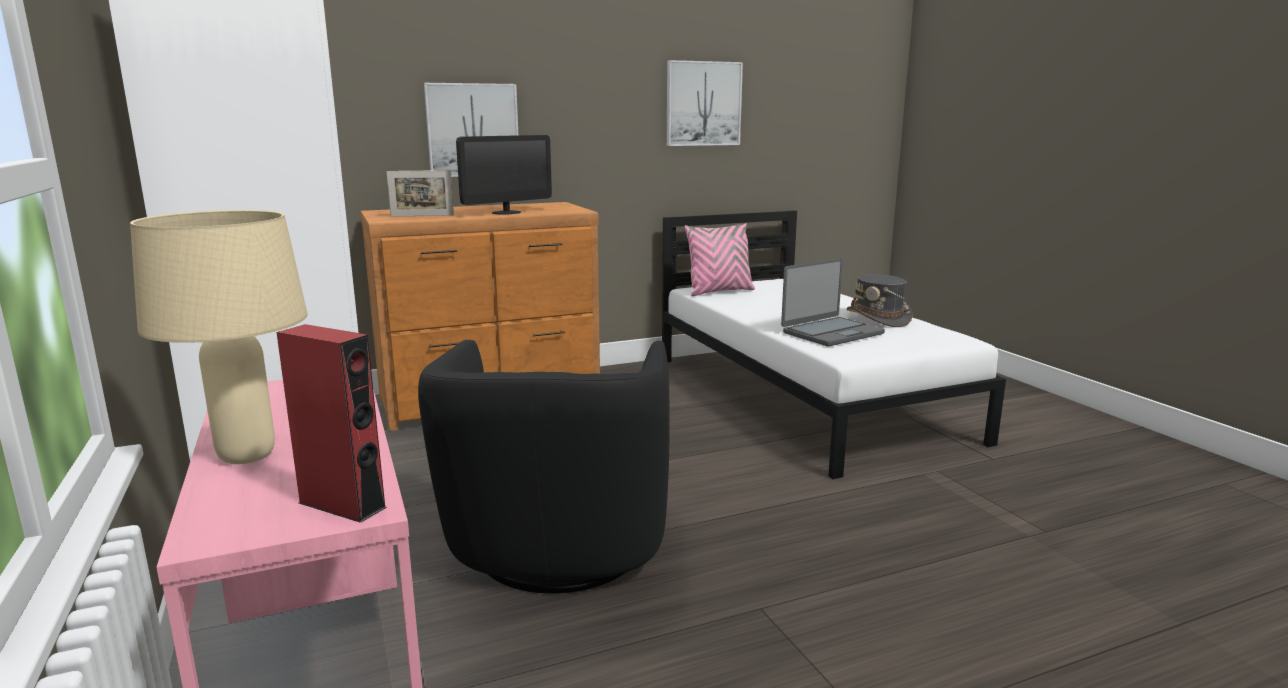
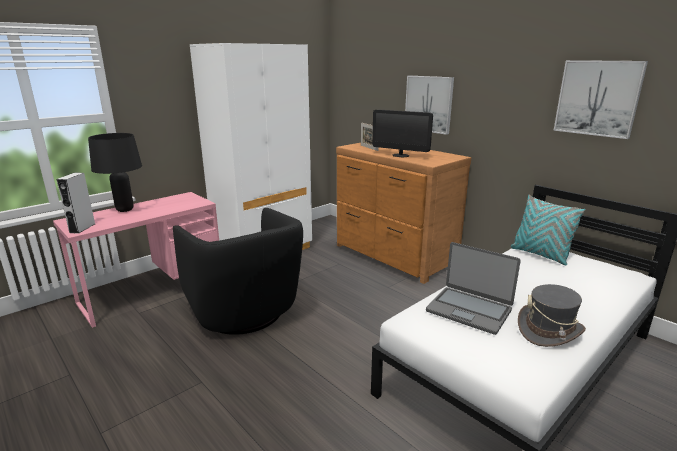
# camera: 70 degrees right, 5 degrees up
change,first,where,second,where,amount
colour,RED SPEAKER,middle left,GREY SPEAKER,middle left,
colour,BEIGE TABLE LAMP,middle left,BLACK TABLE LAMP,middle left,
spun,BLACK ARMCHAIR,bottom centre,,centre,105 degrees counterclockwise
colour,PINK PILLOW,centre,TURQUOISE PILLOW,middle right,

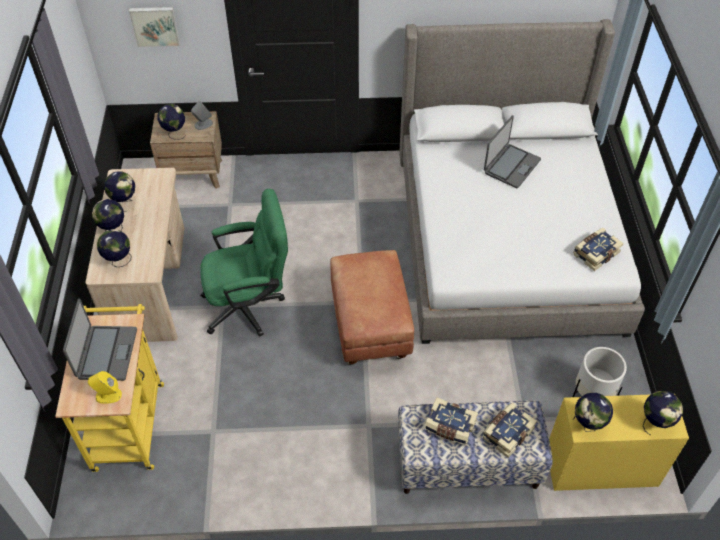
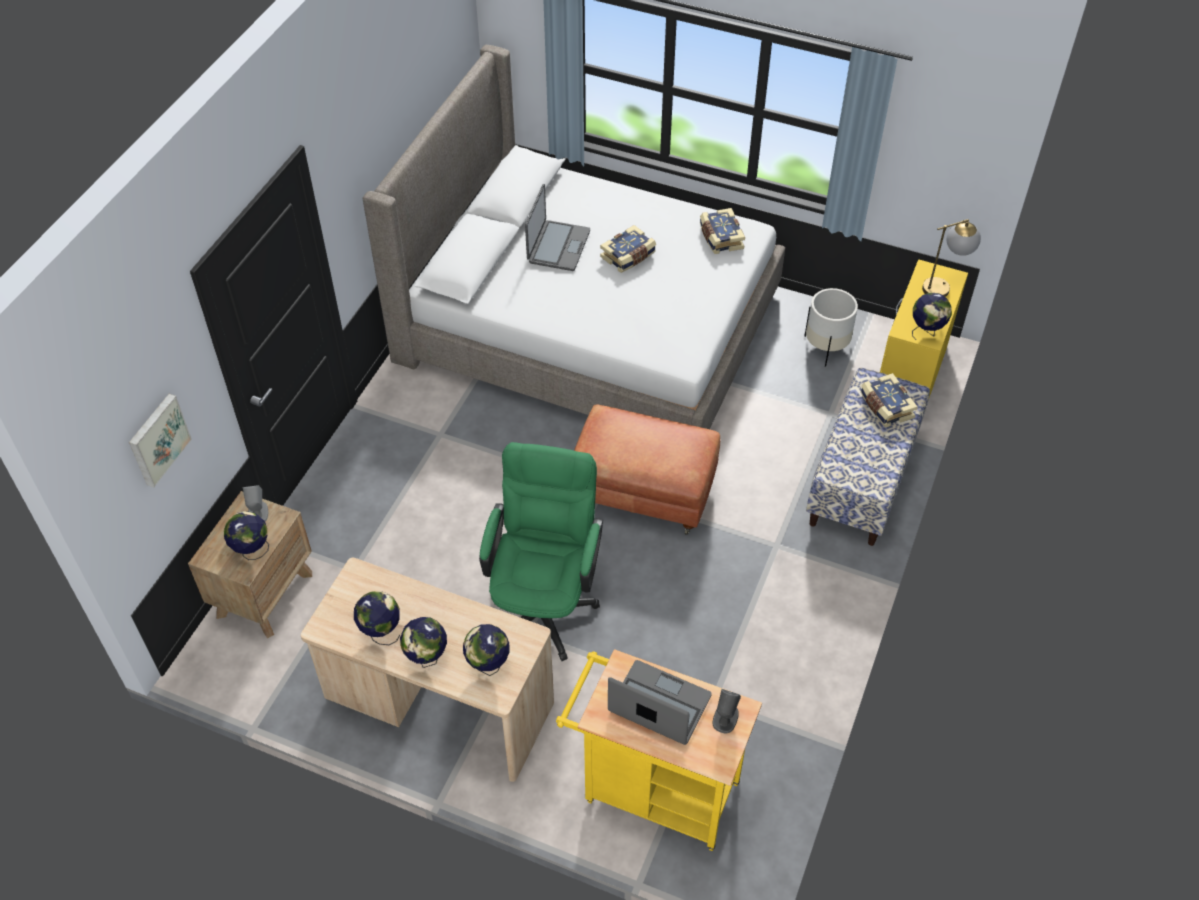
# camera: 65 degrees left, 0 degrees up
change,first,where,second,where,amount
spun,LAPTOP (no. 2 from left in the first image),top right,LAPTOP (no. 1 from left),top centre,45 degrees clockwise
relocated,BOOK (no. 1 from left),bottom centre,,top centre,
colour,YELLOW SPEAKER,bottom left,GREY SPEAKER (no. 2 from left),bottom centre,
exchanged,GLOBE (no. 6 from left),bottom right,TABLE LAMP,top right,

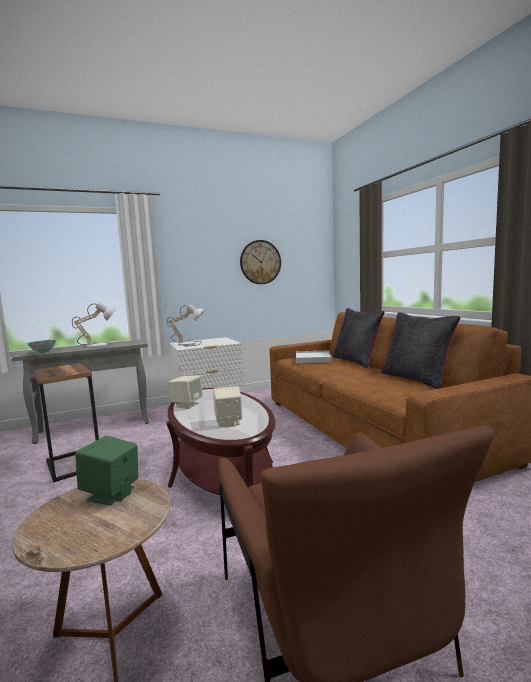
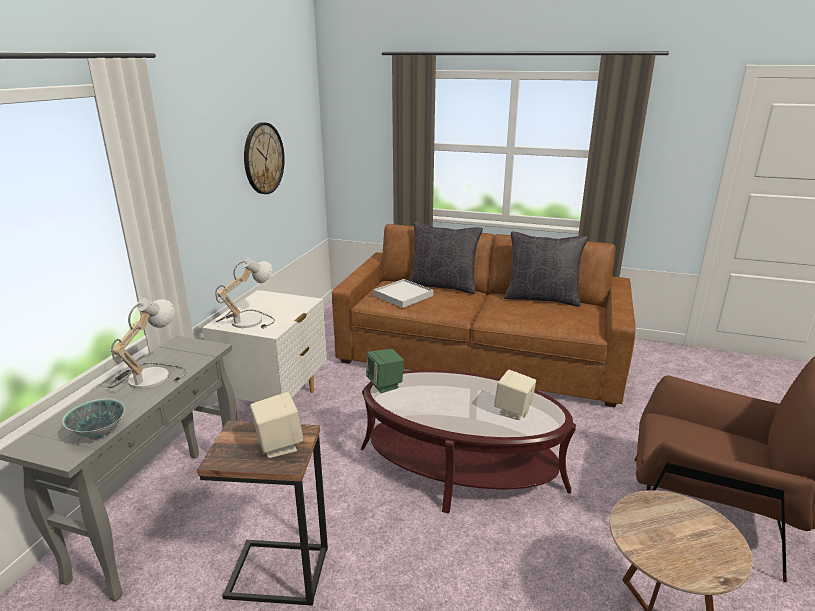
# camera: 50 degrees left, 15 degrees up
change,first,where,second,where,amount
relocated,BEIGE SPEAKER (no. 1 from left),centre,,bottom centre,
relocated,GREEN SPEAKER,bottom left,,centre,

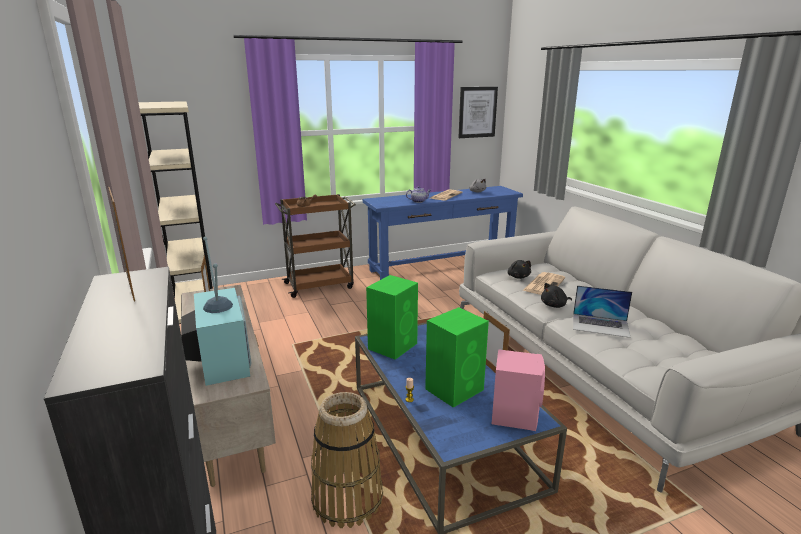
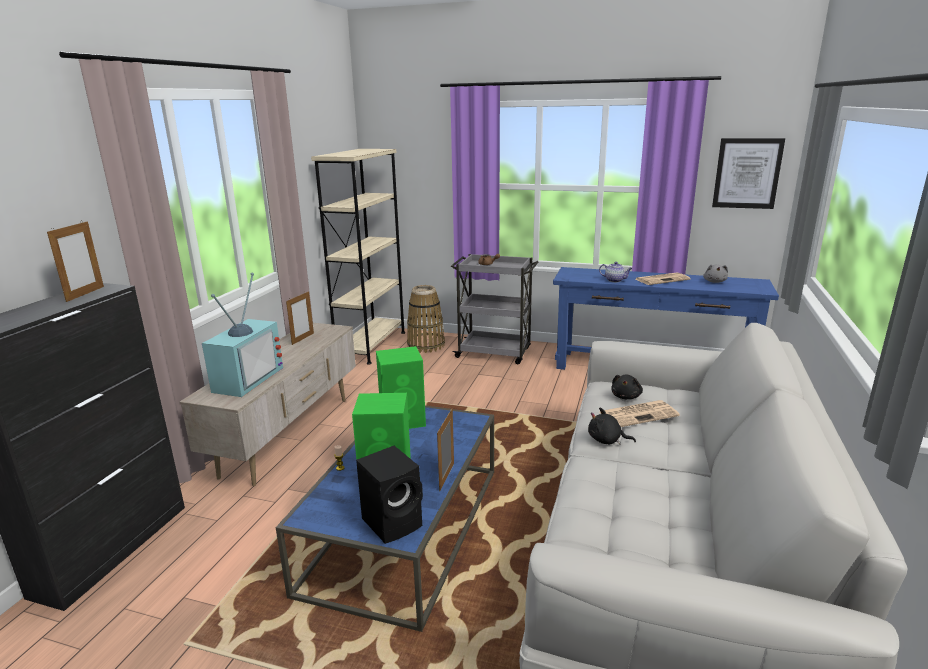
# camera: 40 degrees right, 0 degrees up
change,first,where,second,where,amount
colour,PINK SPEAKER,bottom centre,BLACK SPEAKER,bottom centre,
relocated,BASKET,bottom centre,,centre,
colour,BROWN CART,centre,GREY CART,centre,
missing,LAPTOP,middle right,,,

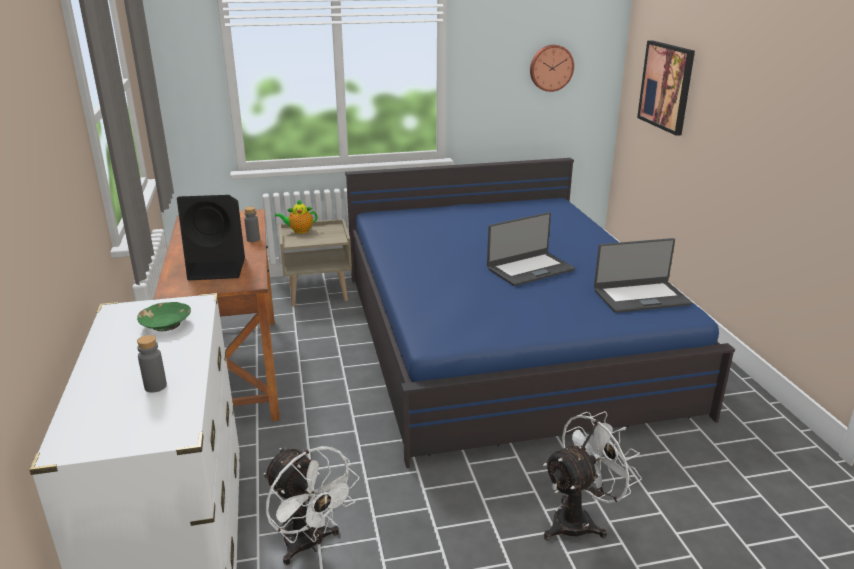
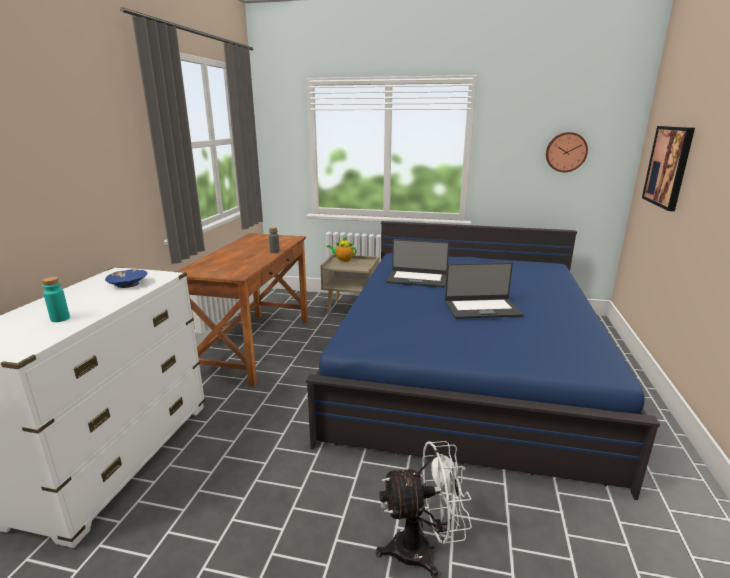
# camera: 25 degrees right, 5 degrees down
change,first,where,second,where,amount
colour,GREY BOTTLE (no. 1 from left),middle left,TURQUOISE BOTTLE,middle left,
colour,GREEN BOWL,middle left,BLUE BOWL,middle left,
relocated,LAPTOP (no. 2 from left in the first image),middle right,LAPTOP (no. 1 from left),centre,
missing,BLACK SPEAKER,middle left,,,
missing,WHITE FAN (no. 1 from left),bottom centre,,,

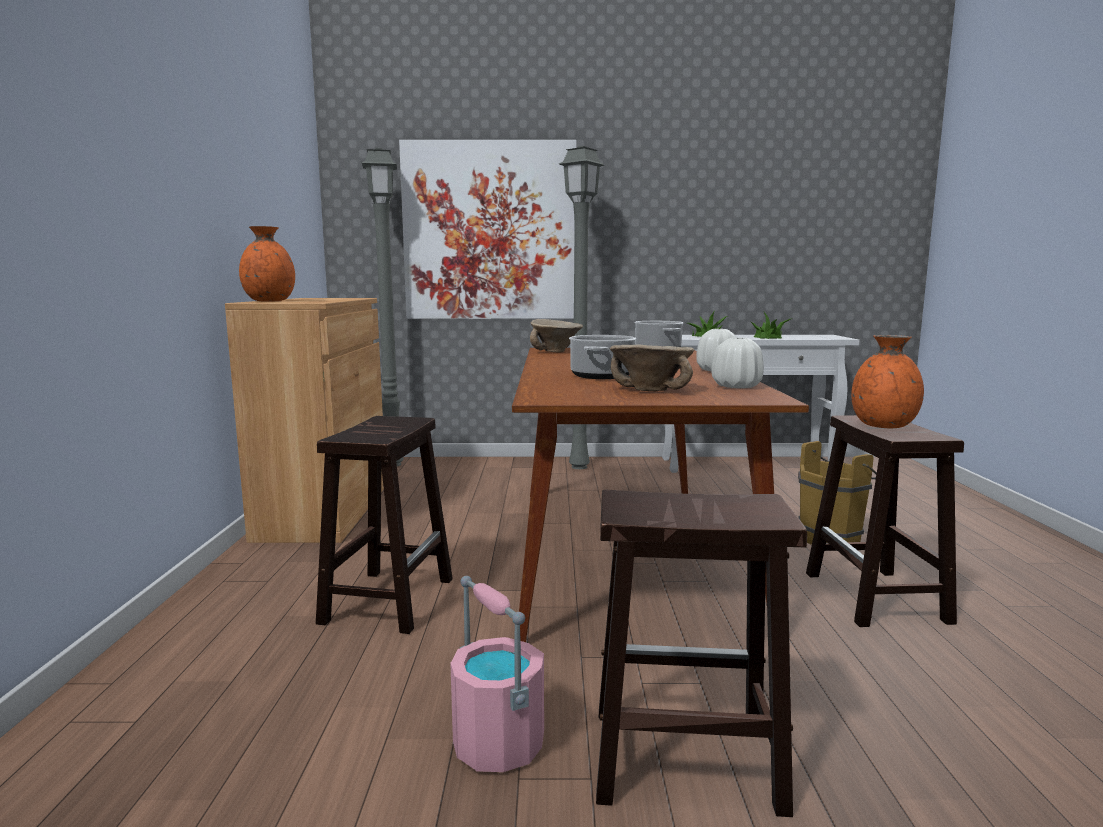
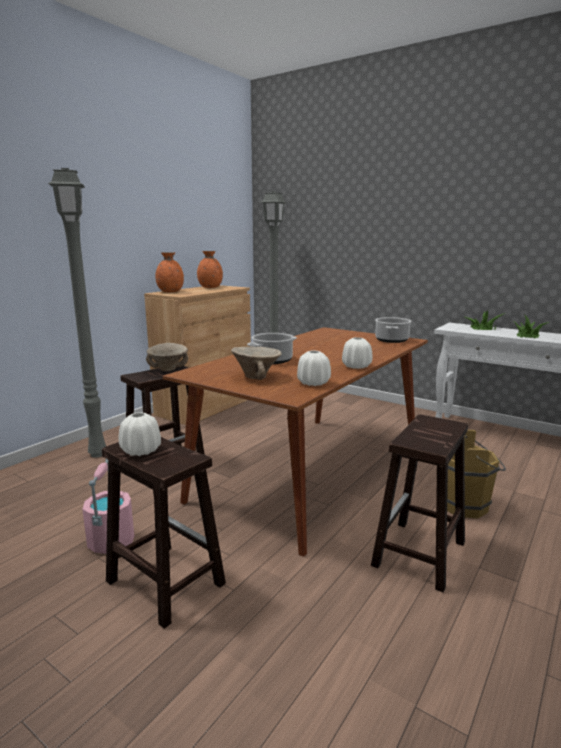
# camera: 35 degrees right, 5 degrees up
change,first,where,second,where,amount
relocated,GREY FLOOR LAMP (no. 2 from left in the first image),centre,GREY FLOOR LAMP (no. 1 from left),middle left,
appeared,,,WHITE VASE (no. 1 from left),middle left,
relocated,BEIGE BOWL (no. 1 from left),centre,,middle left,
relocated,ORANGE VASE (no. 2 from left),middle right,,centre,
missing,PICTURE,top centre,,,

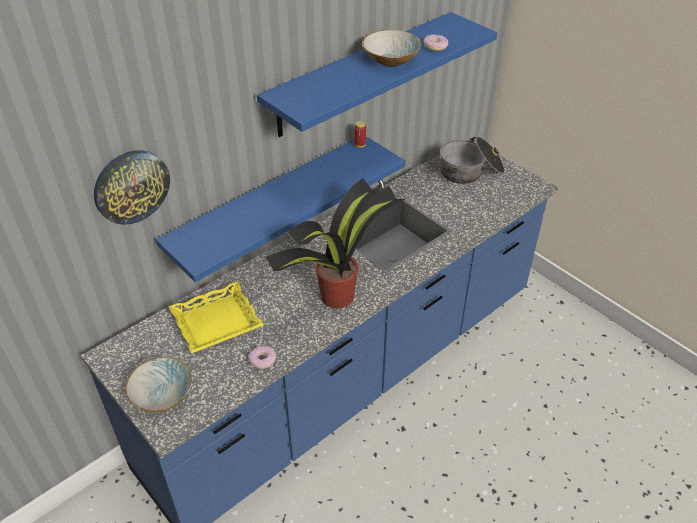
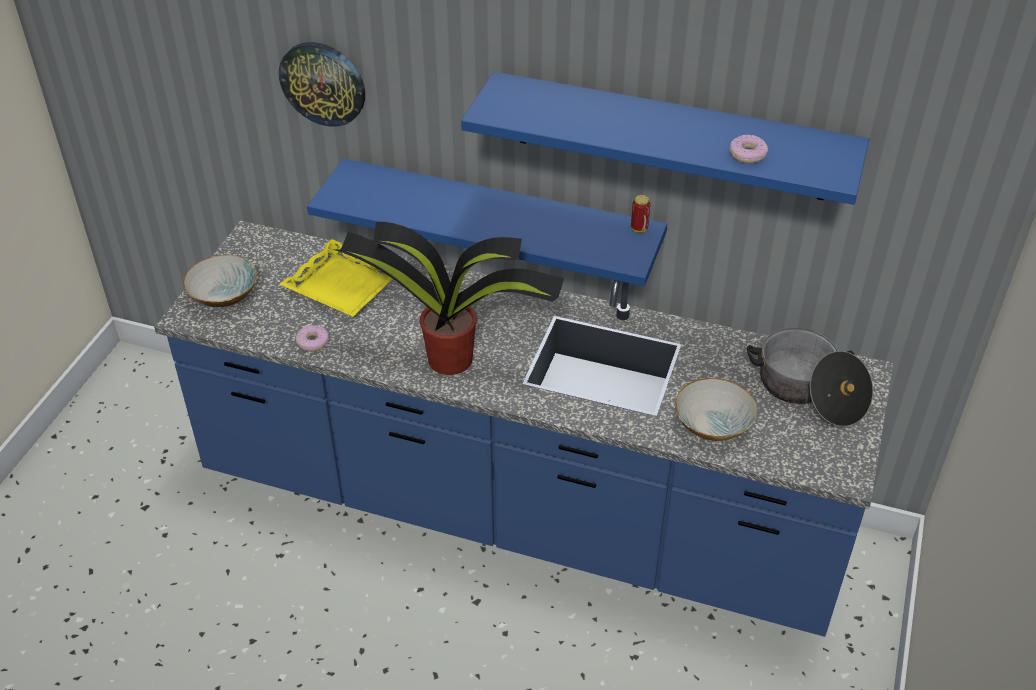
# camera: 60 degrees right, 0 degrees up
change,first,where,second,where,amount
relocated,BOWL (no. 2 from left),top centre,,middle right,

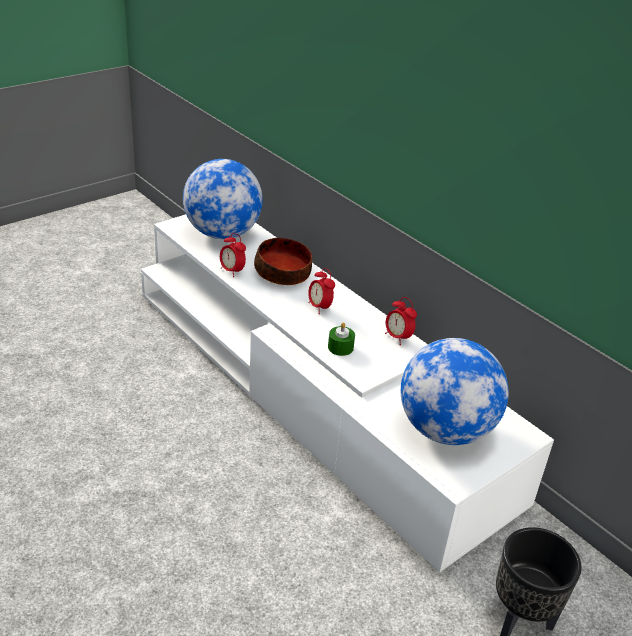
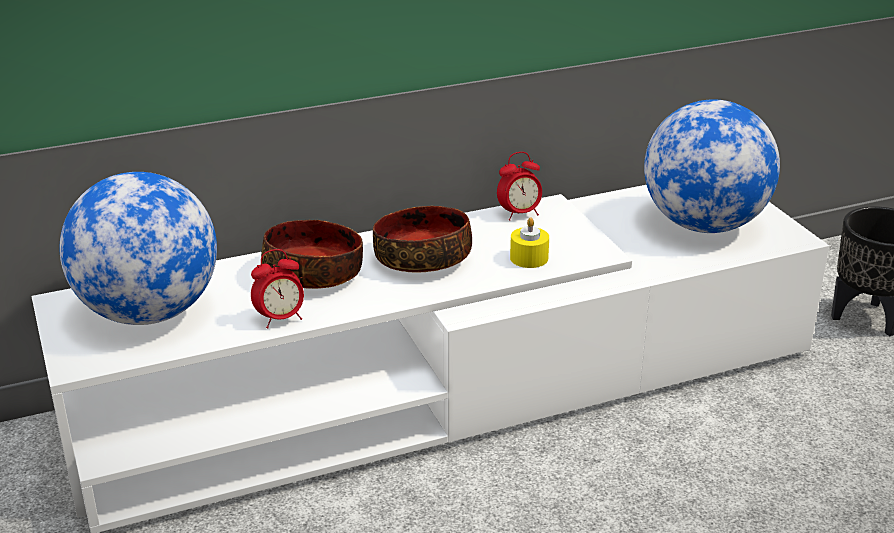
# camera: 70 degrees left, 5 degrees down
change,first,where,second,where,amount
exchanged,ALARM CLOCK (no. 2 from left),centre,BOWL (no. 2 from left),centre,
colour,GREEN CANDLE,centre,YELLOW CANDLE,centre,

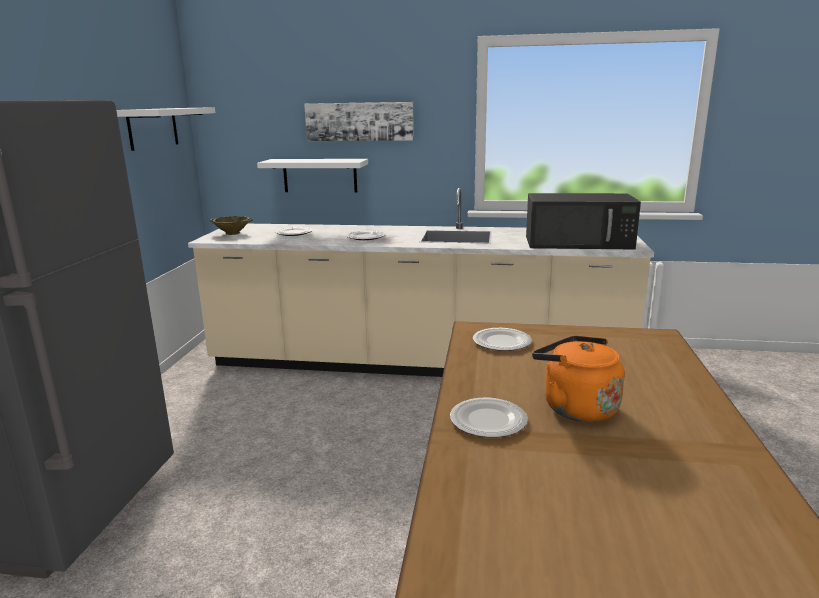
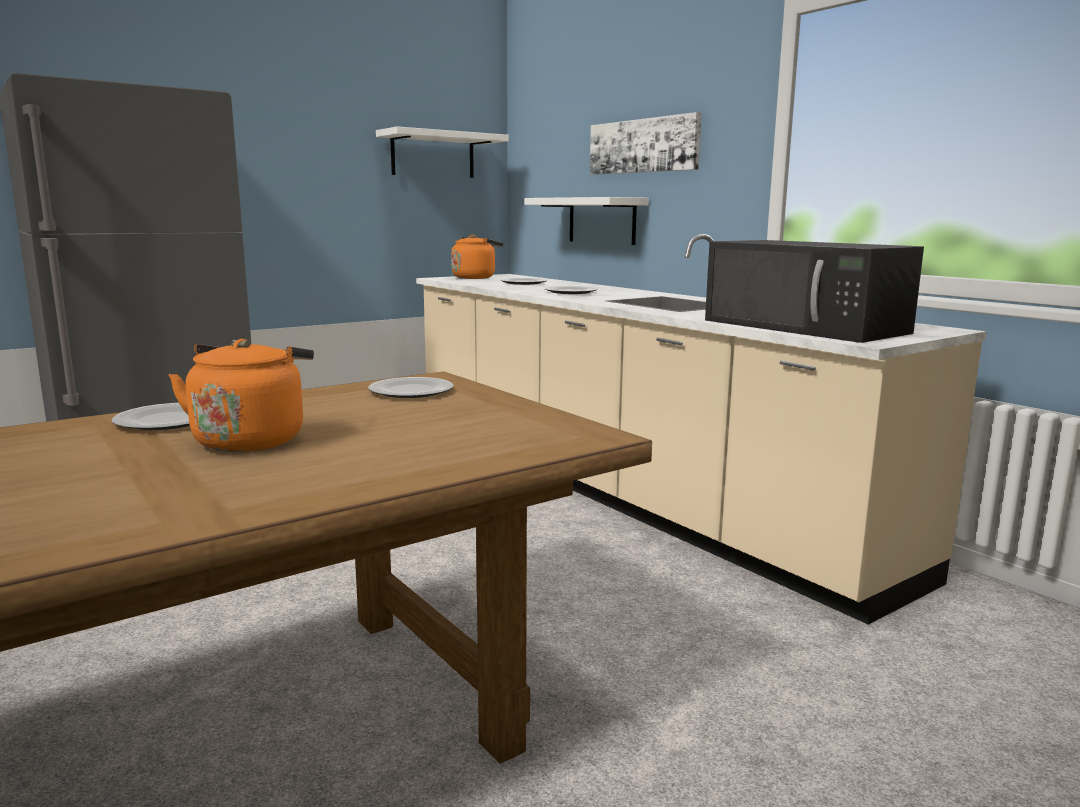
# camera: 45 degrees right, 5 degrees down
change,first,where,second,where,amount
exchanged,BEIGE BOWL,middle left,ORANGE KETTLE (no. 2 from left),top centre,

